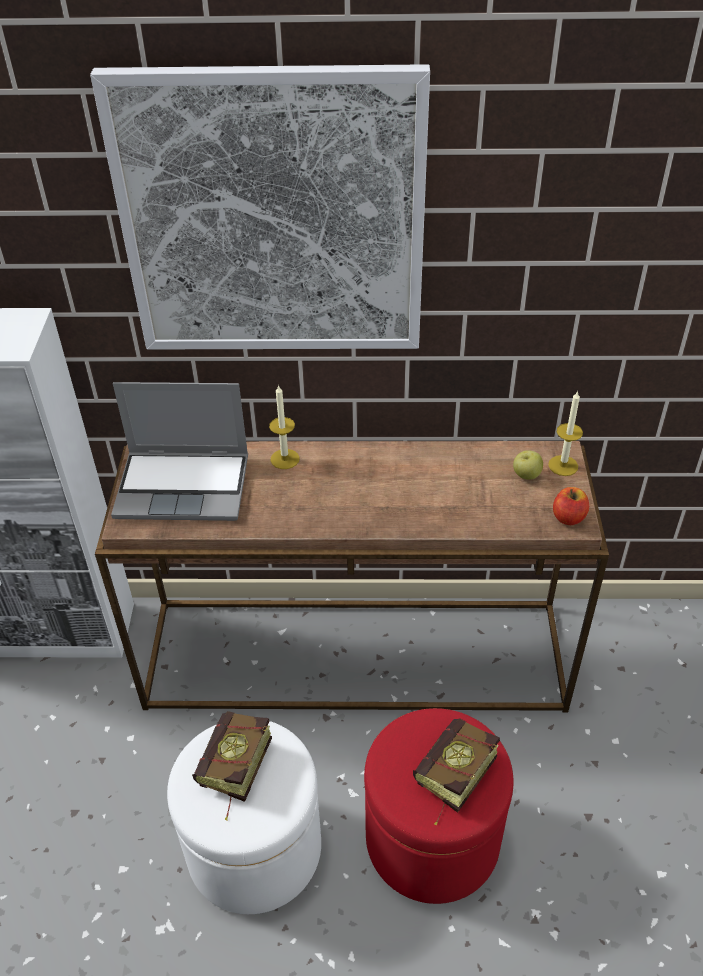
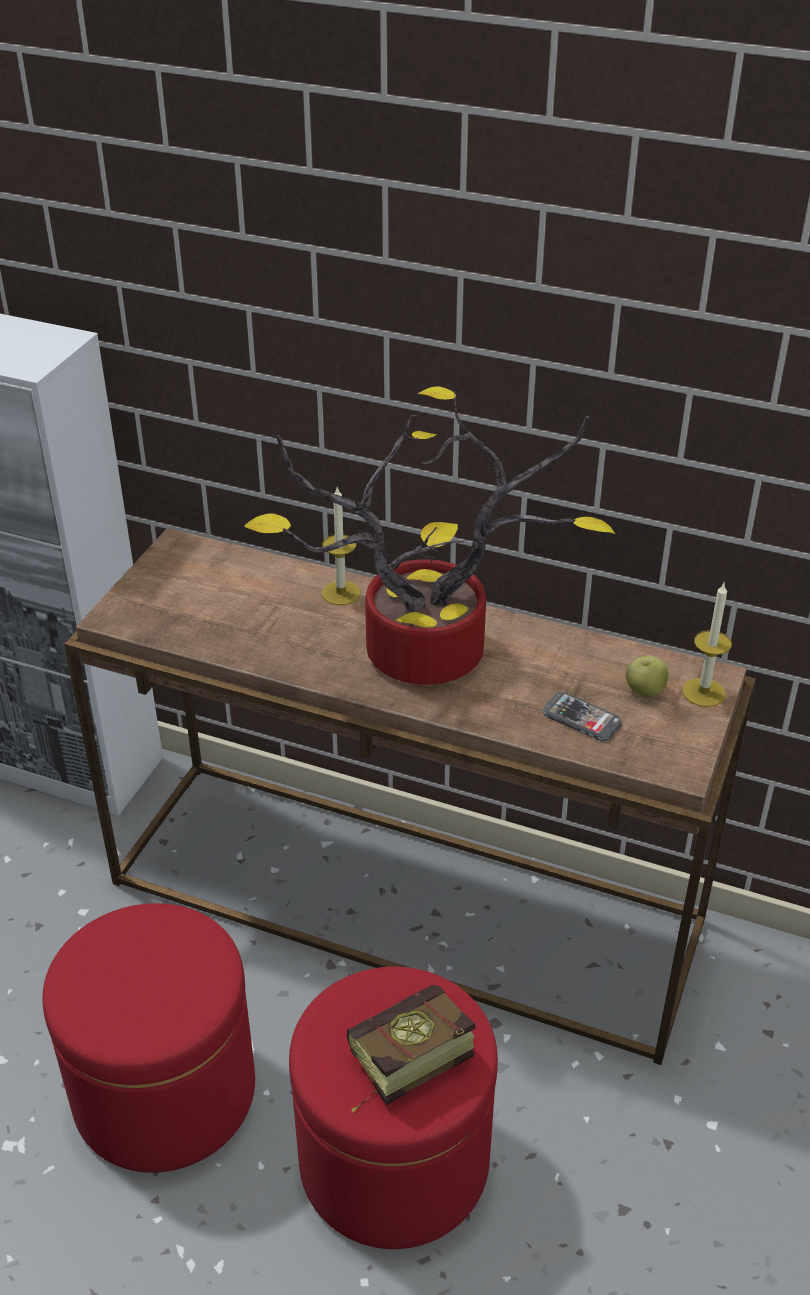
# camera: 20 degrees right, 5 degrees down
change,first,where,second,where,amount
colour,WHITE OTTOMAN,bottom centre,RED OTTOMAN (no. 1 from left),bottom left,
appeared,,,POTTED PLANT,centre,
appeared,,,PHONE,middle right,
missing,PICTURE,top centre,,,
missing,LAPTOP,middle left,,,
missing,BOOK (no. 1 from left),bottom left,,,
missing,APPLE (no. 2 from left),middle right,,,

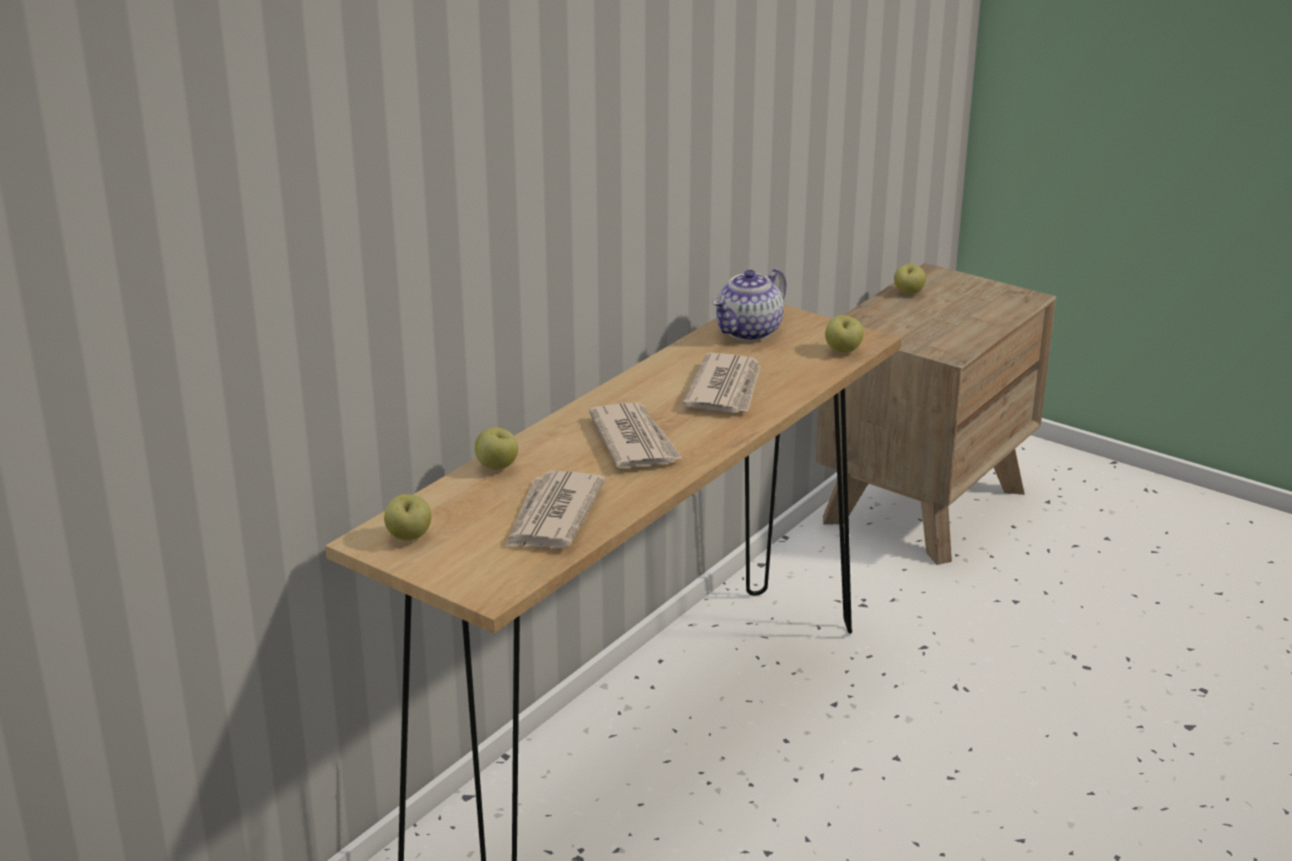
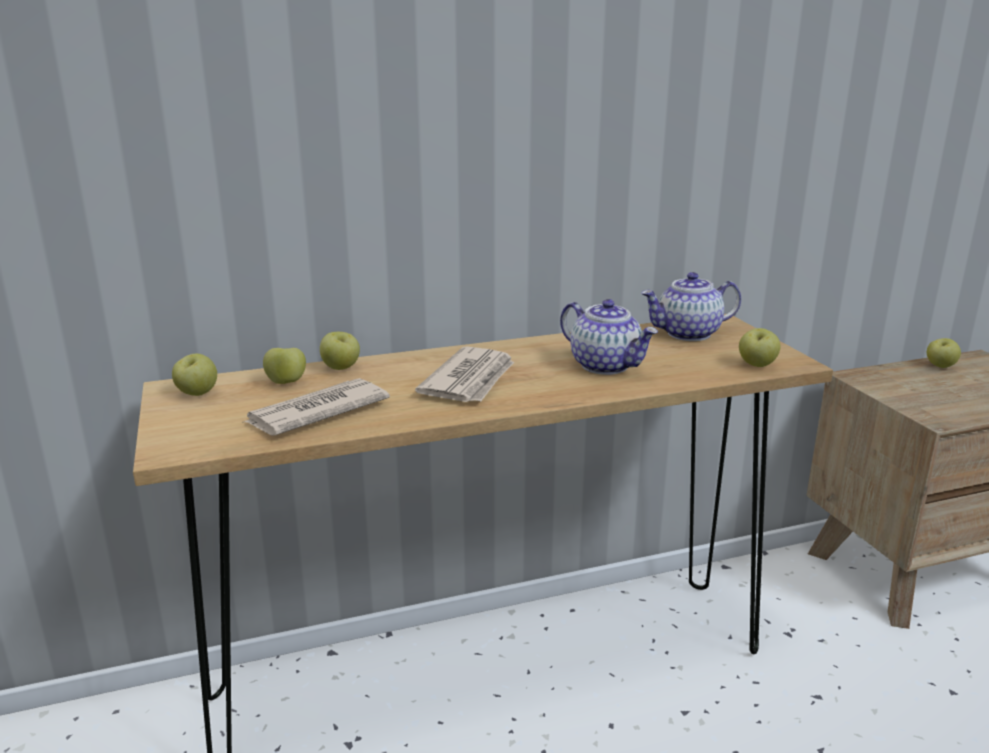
# camera: 35 degrees right, 5 degrees down
change,first,where,second,where,amount
appeared,,,APPLE (no. 2 from left),middle left,
exchanged,NEWSPAPER (no. 3 from left),centre,TEAPOT (no. 1 from left),centre,

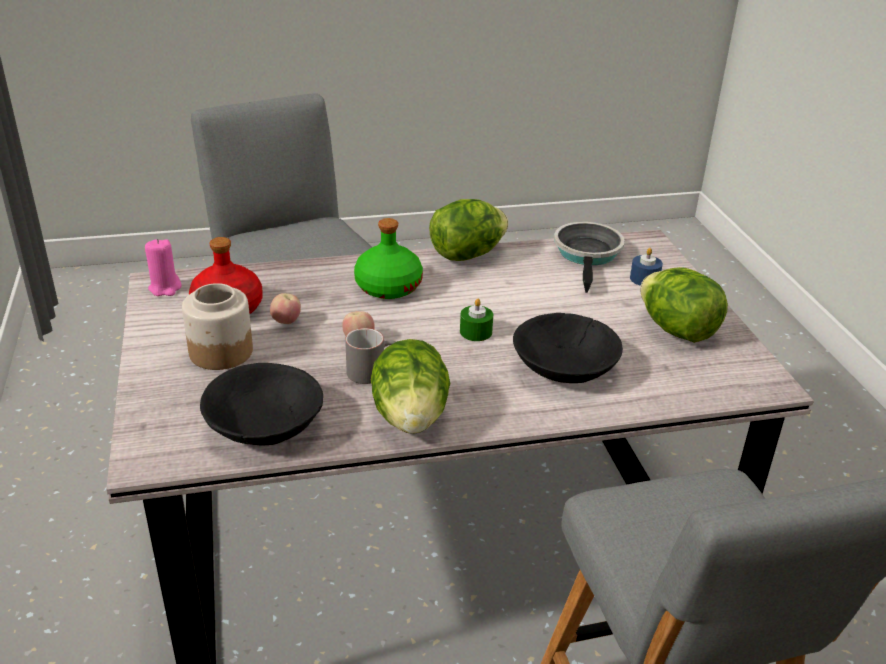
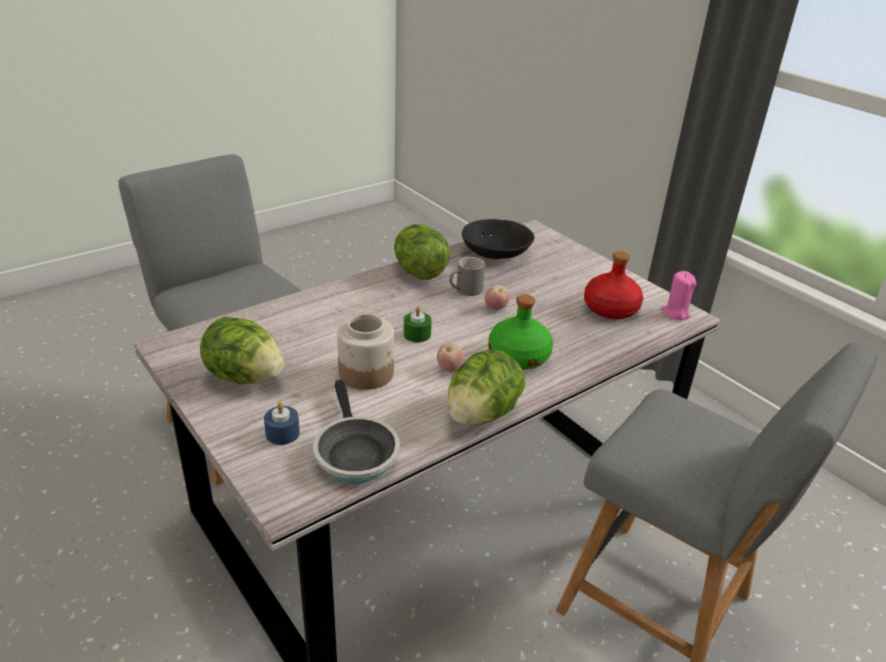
# camera: 155 degrees right, 0 degrees up
change,first,where,second,where,amount
relocated,JAR,middle left,,centre,
relocated,APPLE (no. 1 from left),middle left,,centre,
missing,BLACK BOWL (no. 2 from left),centre,,,

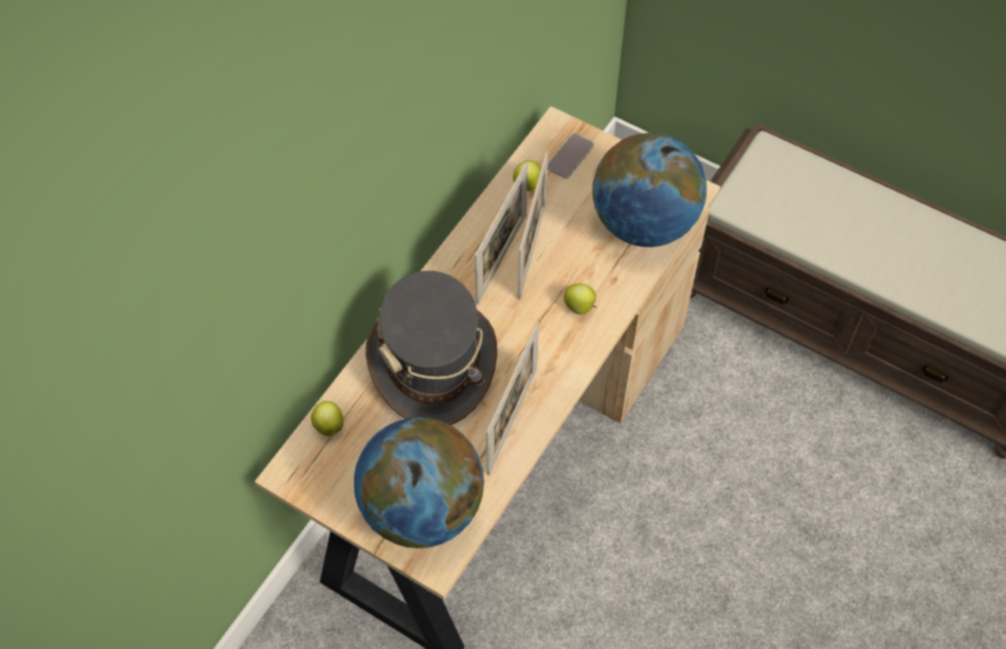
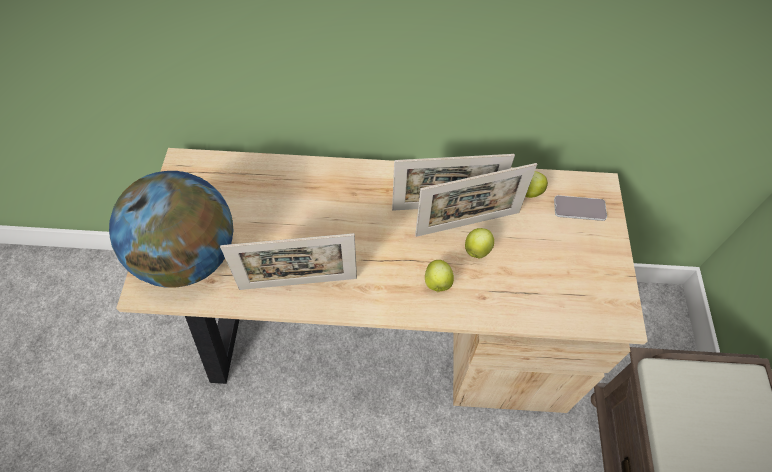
# camera: 60 degrees right, 0 degrees up
change,first,where,second,where,amount
relocated,APPLE (no. 1 from left in the first image),middle left,APPLE (no. 2 from left),centre,
missing,GREY HAT,centre,,,
missing,GLOBE (no. 2 from left),top centre,,,

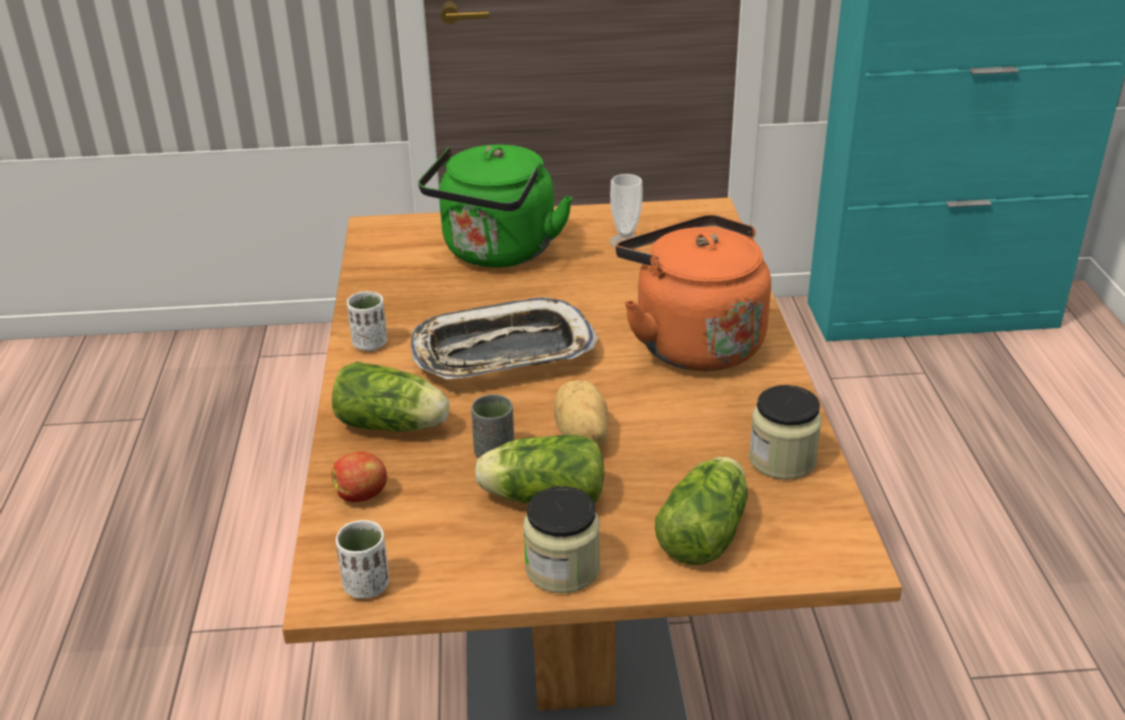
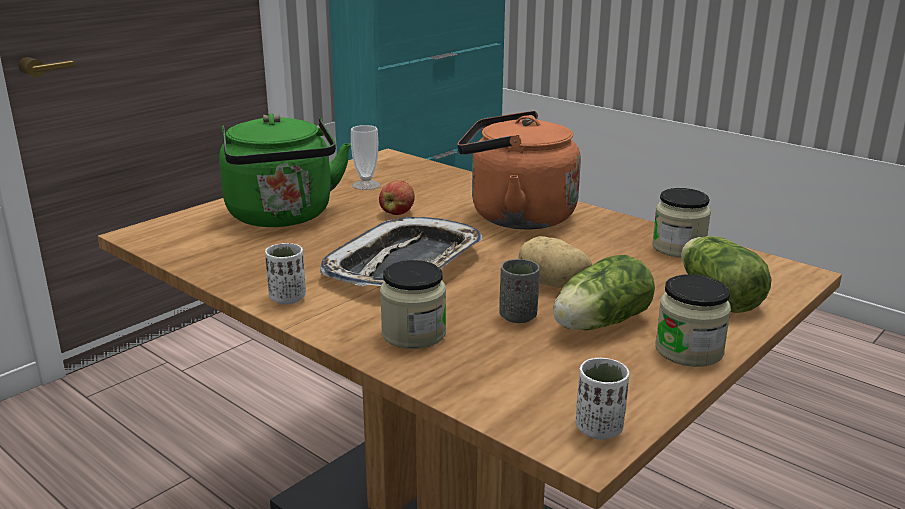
# camera: 45 degrees left, 10 degrees down
change,first,where,second,where,amount
relocated,APPLE,middle left,,centre,
exchanged,LETTUCE (no. 1 from left),centre,JAR (no. 1 from left),centre,

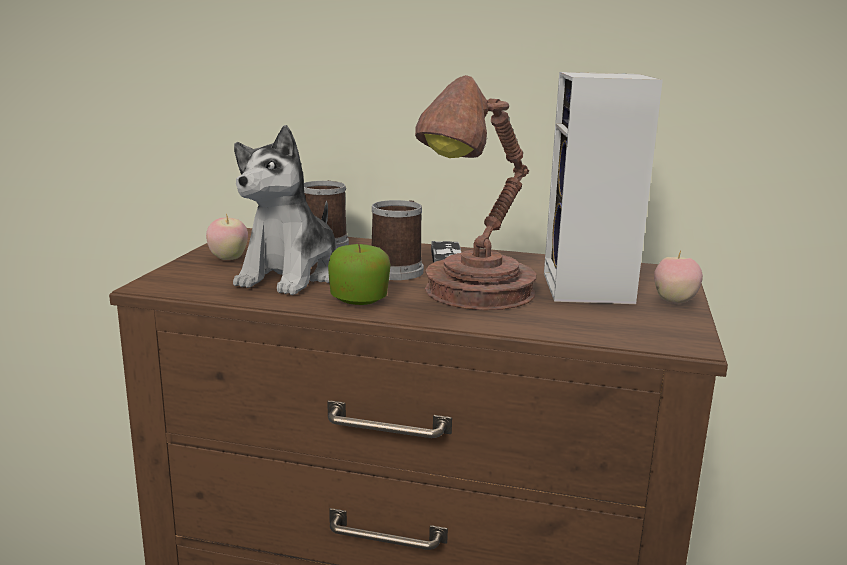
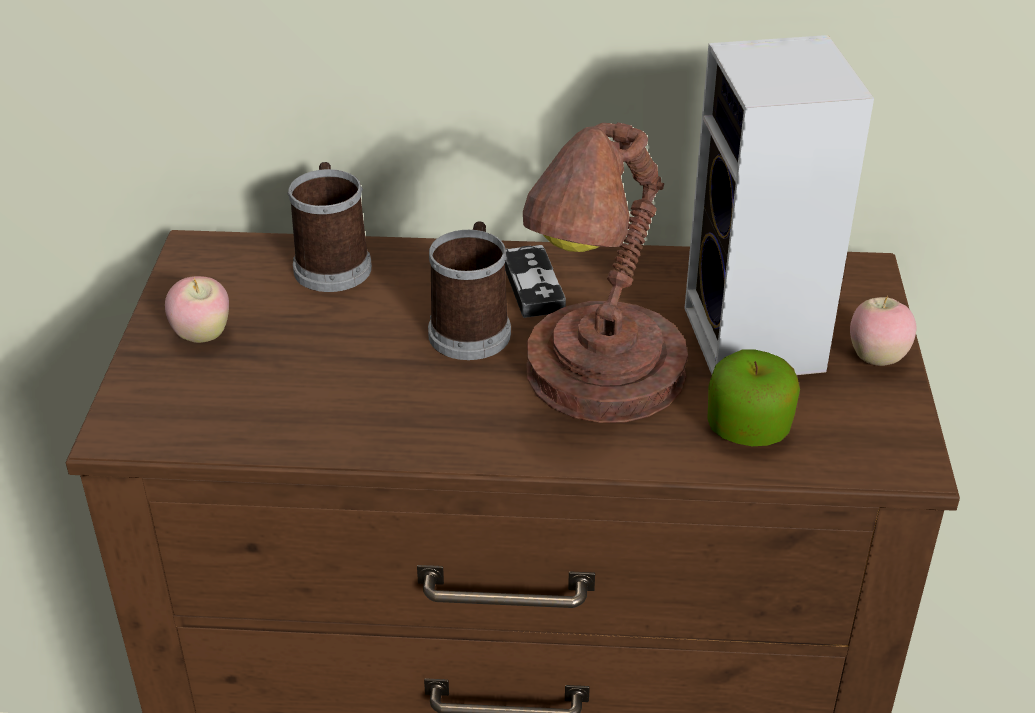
# camera: 10 degrees left, 20 degrees up
change,first,where,second,where,amount
relocated,APPLE (no. 2 from left),centre,,middle right,
missing,PLUSH TOY,centre,,,

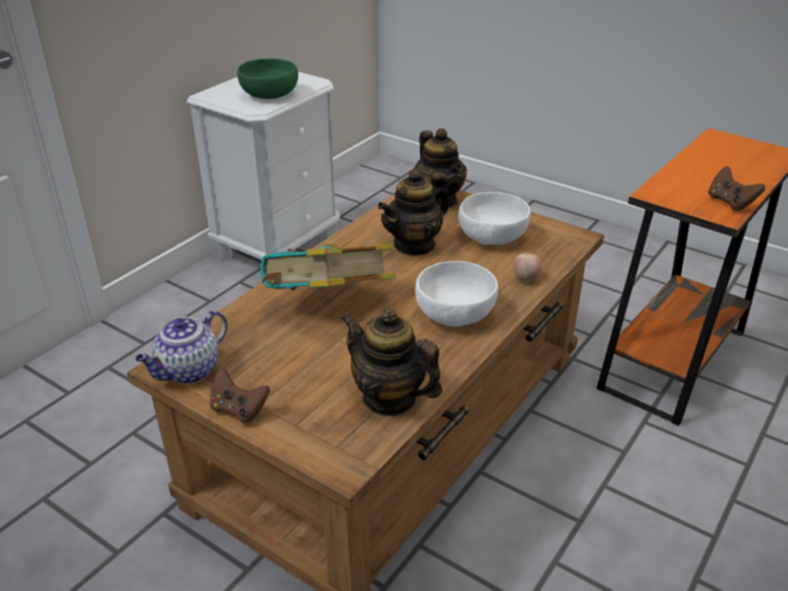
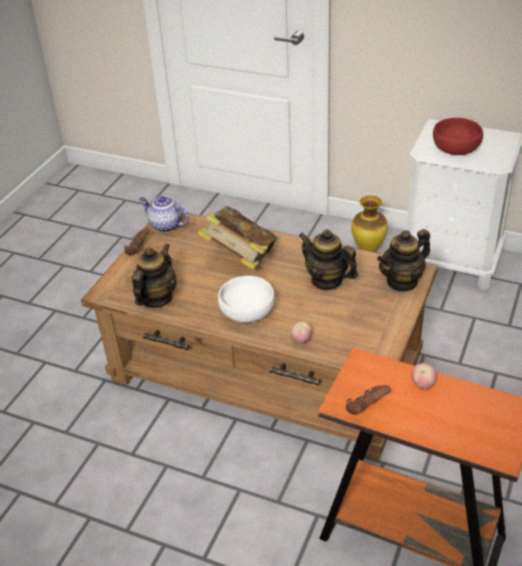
# camera: 80 degrees right, 5 degrees up
change,first,where,second,where,amount
appeared,,,VASE,middle right,
appeared,,,APPLE (no. 2 from left),middle right,
colour,GREEN BOWL,top centre,RED BOWL,top right,
missing,WHITE BOWL (no. 2 from left),centre,,,

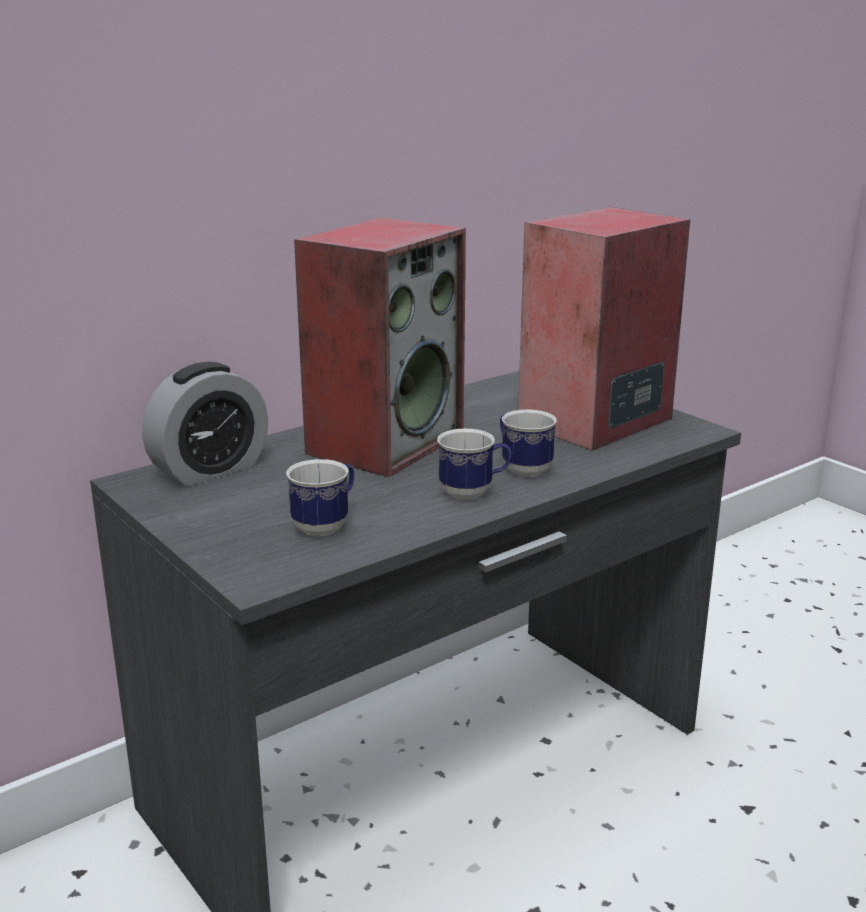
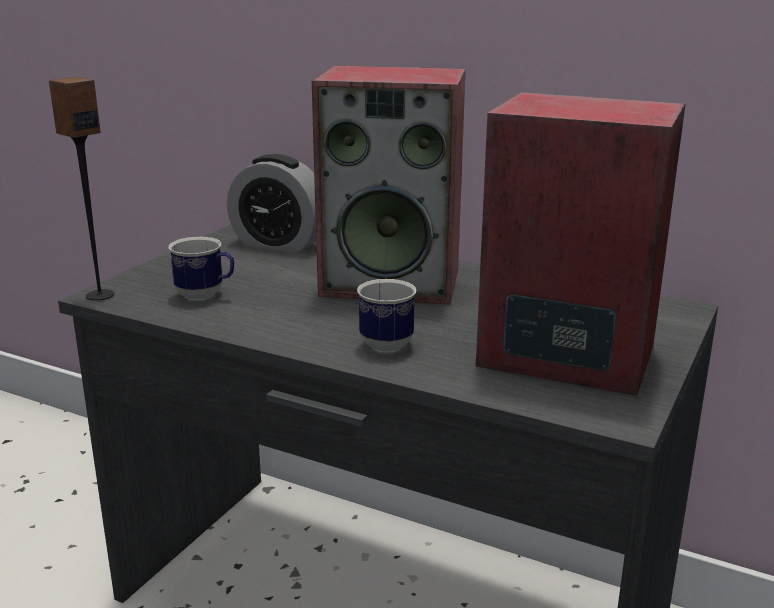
# camera: 65 degrees right, 0 degrees up
change,first,where,second,where,amount
appeared,,,SPEAKER (no. 1 from left),top left,
missing,MUG (no. 2 from left),centre,,,

